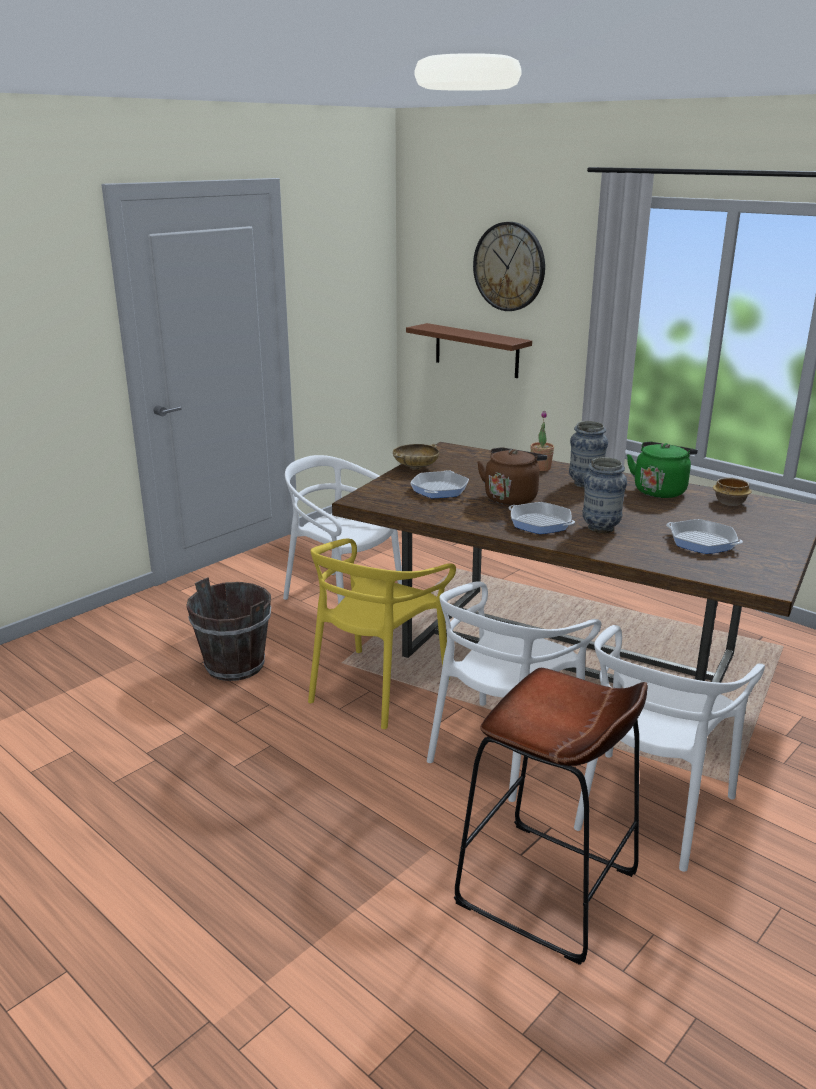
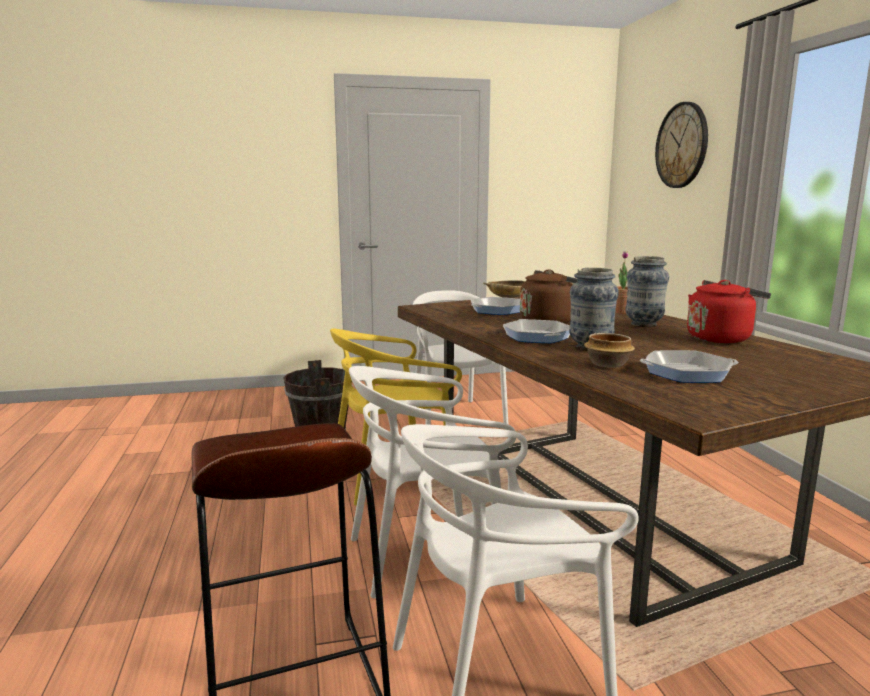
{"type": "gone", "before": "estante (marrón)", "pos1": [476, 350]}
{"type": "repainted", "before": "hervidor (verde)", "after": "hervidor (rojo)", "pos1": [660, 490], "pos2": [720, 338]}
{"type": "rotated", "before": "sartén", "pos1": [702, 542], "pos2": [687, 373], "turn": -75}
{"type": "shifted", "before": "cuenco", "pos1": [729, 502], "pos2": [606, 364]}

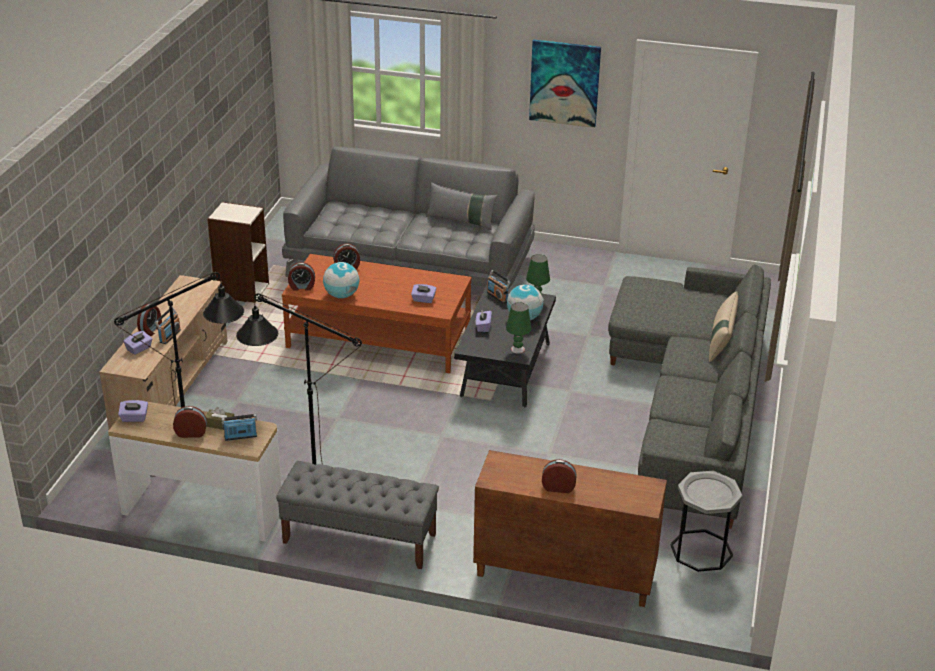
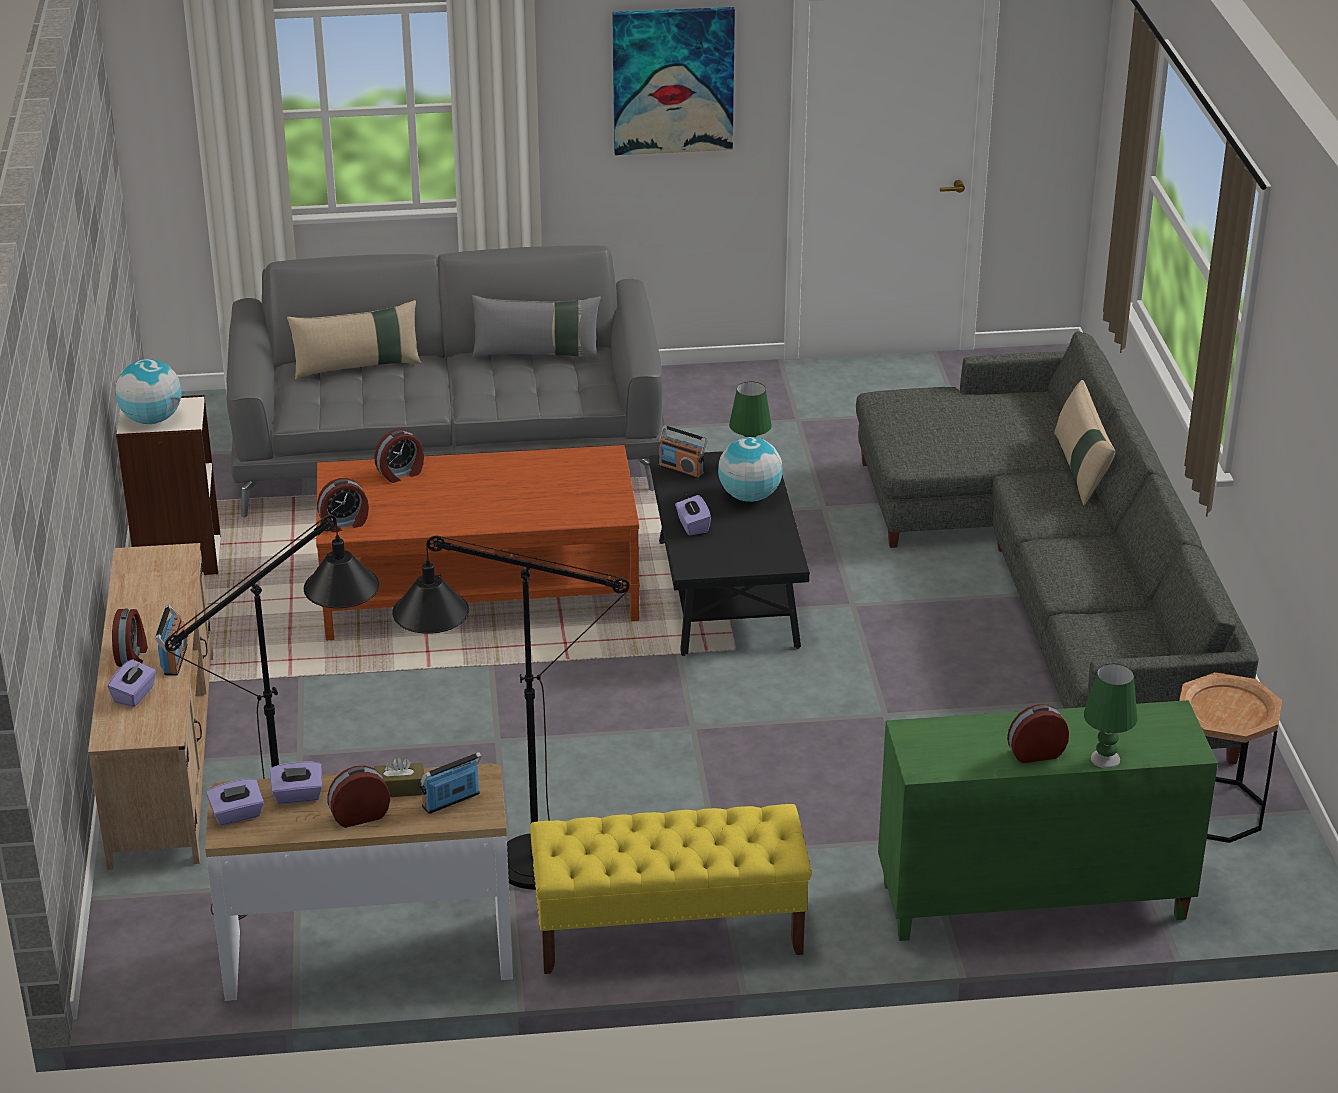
{"type": "repainted", "before": "banco (gris)", "after": "banco (amarillo)", "pos1": [359, 538], "pos2": [668, 932]}
{"type": "shifted", "before": "globo terráqueo", "pos1": [341, 295], "pos2": [151, 419]}
{"type": "shifted", "before": "caja de pañuelos (morado)", "pos1": [423, 299], "pos2": [298, 795]}
{"type": "repainted", "before": "armario (marrón)", "after": "armario (verde)", "pos1": [563, 574], "pos2": [1031, 902]}
{"type": "shifted", "before": "lámpara de mesa (verde)", "pos1": [517, 349], "pos2": [1105, 759]}
{"type": "repainted", "before": "mesa auxiliar (gris)", "after": "mesa auxiliar (marrón)", "pos1": [701, 550], "pos2": [1214, 809]}
{"type": "new", "after": "cojín (beis)", "pos2": [357, 366]}

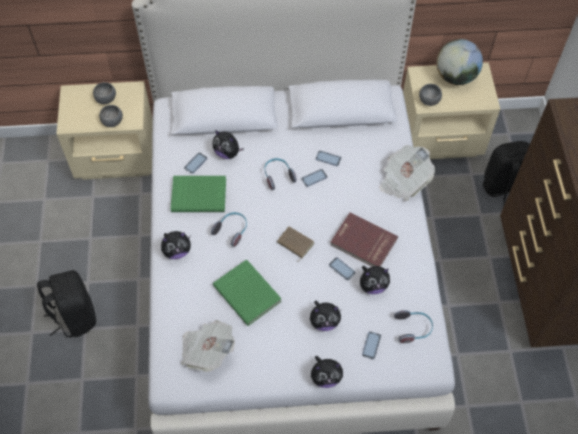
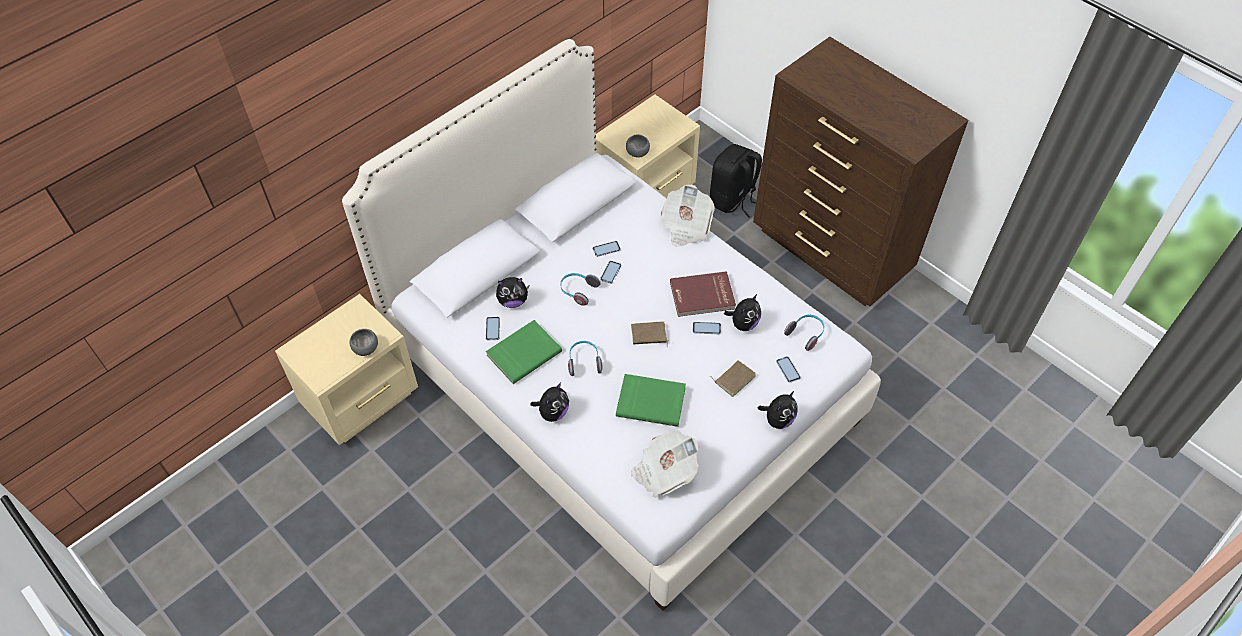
{"type": "gone", "before": "mochila (negro)", "pos1": [74, 316]}
{"type": "gone", "before": "cuenco (gris)", "pos1": [106, 98]}
{"type": "swapped", "before": "peluche", "after": "libro (marrón)", "pos1": [324, 321], "pos2": [734, 378]}
{"type": "gone", "before": "globo terráqueo", "pos1": [455, 77]}

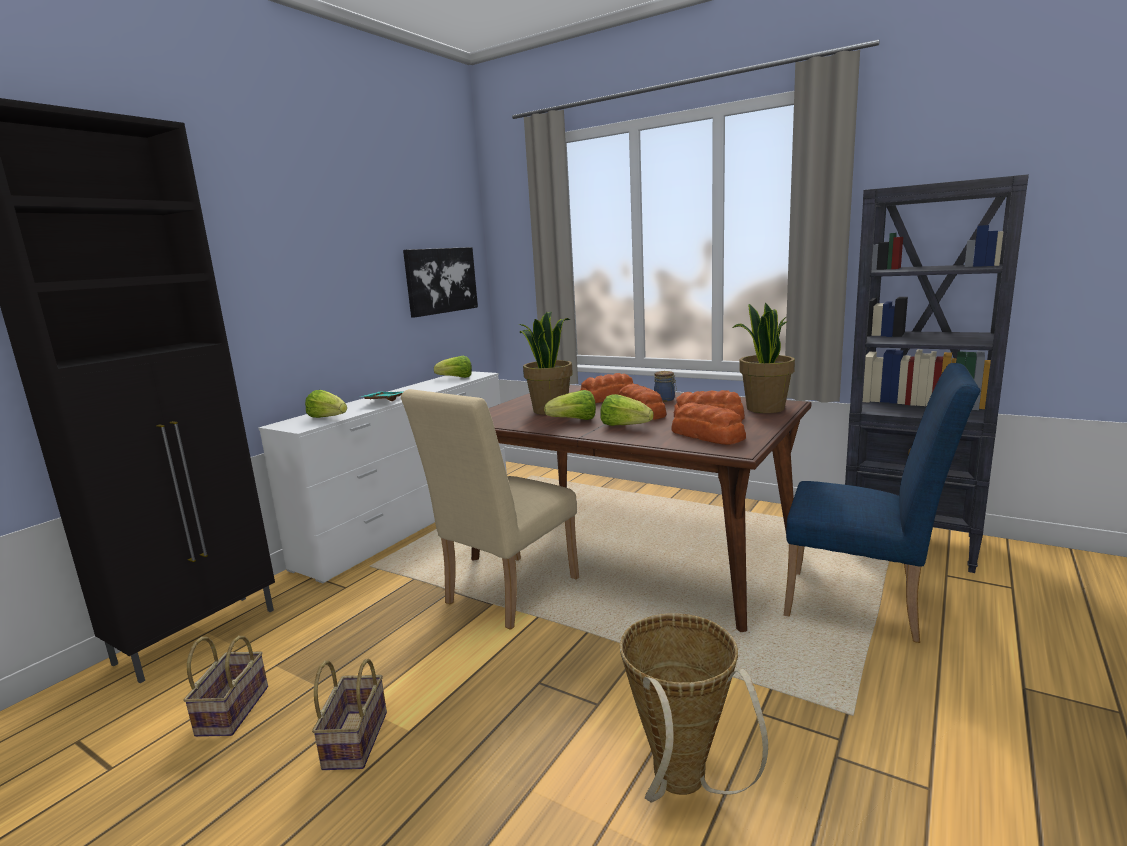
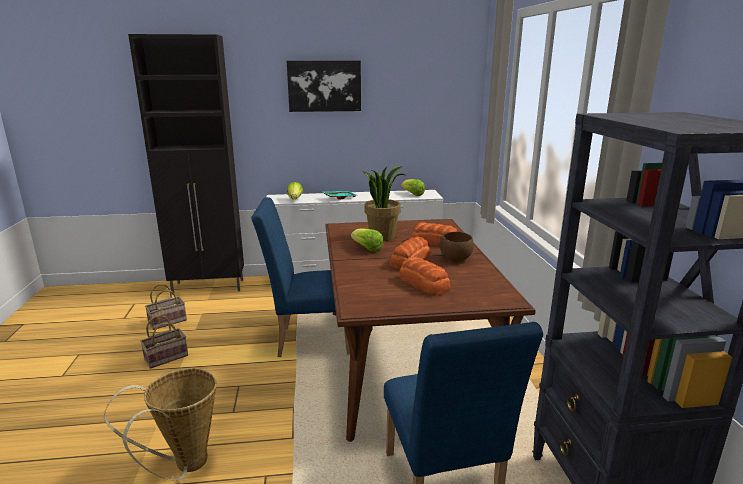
{"type": "repainted", "before": "silla (beis)", "after": "silla (azul)", "pos1": [505, 595], "pos2": [308, 340]}
{"type": "shifted", "before": "cuadro", "pos1": [440, 280], "pos2": [324, 86]}
{"type": "gone", "before": "lechuga", "pos1": [624, 426]}
{"type": "swapped", "before": "tarro", "after": "cuenco (marrón)", "pos1": [665, 399], "pos2": [456, 259]}
{"type": "gone", "before": "pan", "pos1": [708, 436]}
{"type": "gone", "before": "planta en maceta", "pos1": [764, 408]}

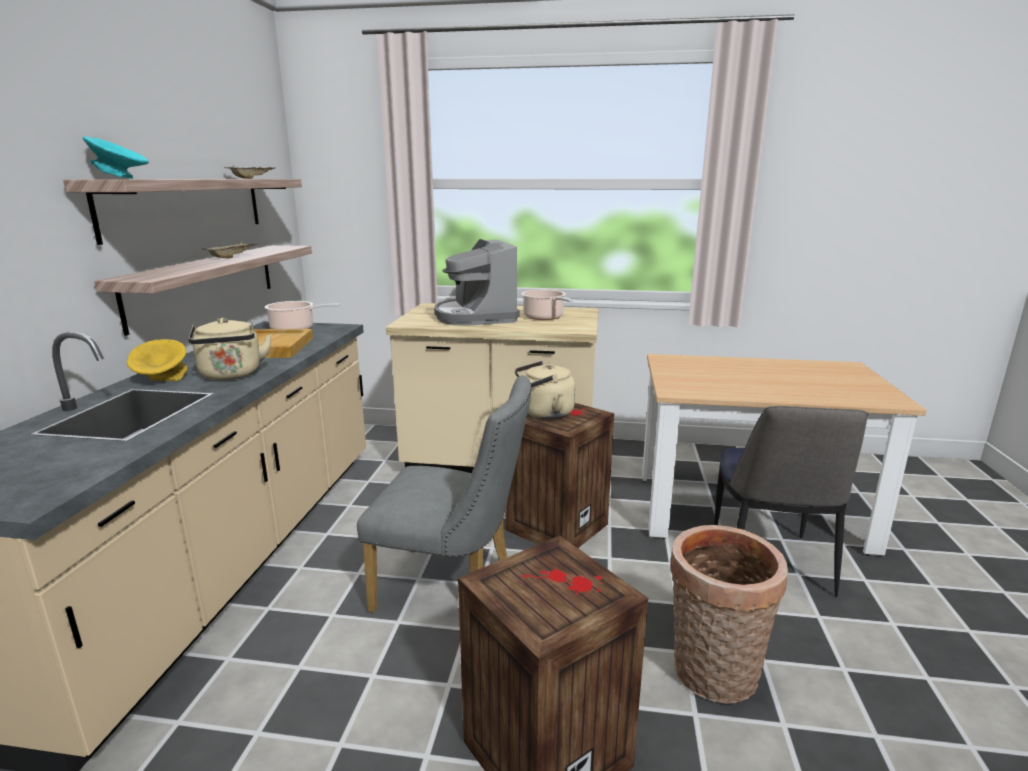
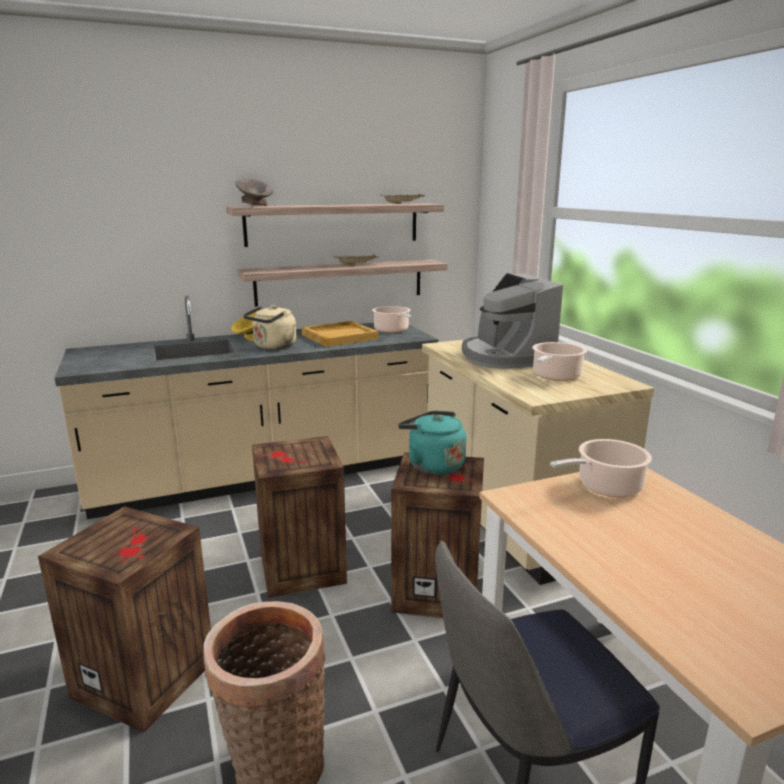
{"type": "repainted", "before": "cuenco (turquesa)", "after": "cuenco (gris)", "pos1": [121, 179], "pos2": [256, 206]}
{"type": "swapped", "before": "silla (gris)", "after": "caja de embalaje", "pos1": [454, 589], "pos2": [300, 569]}
{"type": "rotated", "before": "cafetera", "pos1": [476, 316], "pos2": [505, 357], "turn": -60}
{"type": "repainted", "before": "hervidor (beis)", "after": "hervidor (turquesa)", "pos1": [544, 414], "pos2": [432, 465]}
{"type": "new", "after": "olla", "pos2": [606, 487]}

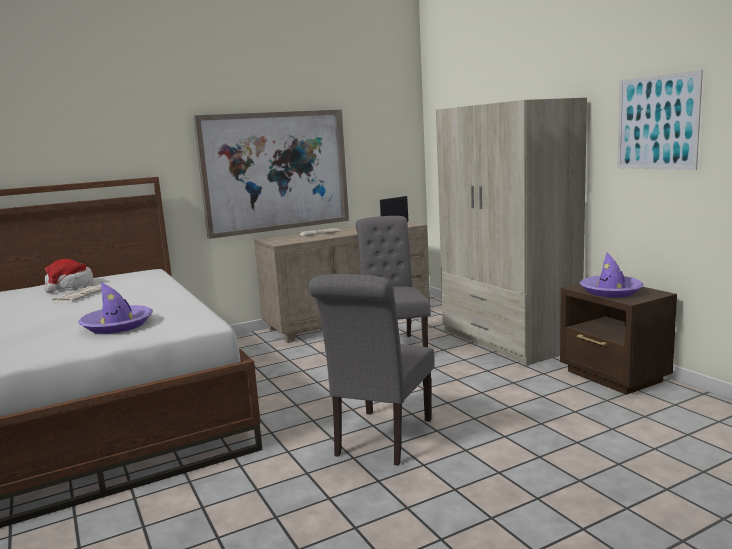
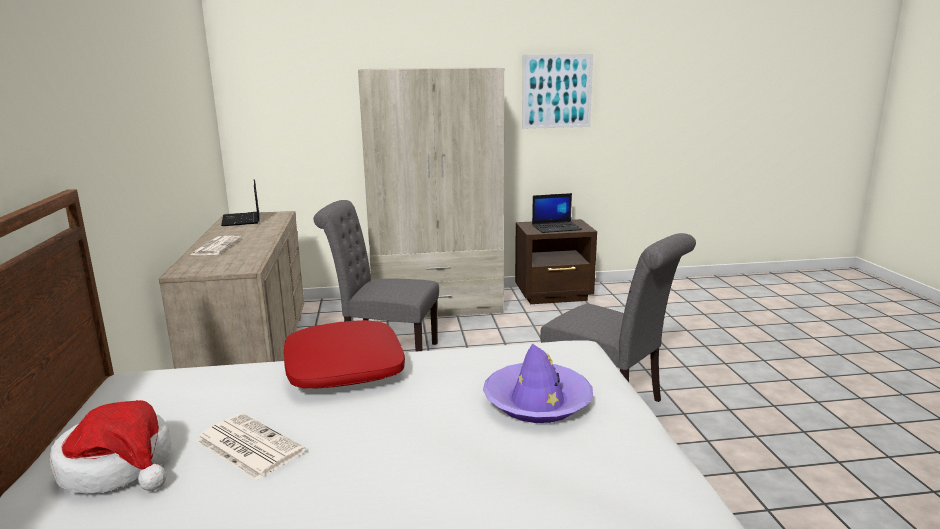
{"type": "gone", "before": "cuadro", "pos1": [275, 171]}
{"type": "swapped", "before": "sombrero (morado)", "after": "portátil", "pos1": [611, 291], "pos2": [556, 228]}
{"type": "new", "after": "cojín (rojo)", "pos2": [343, 369]}

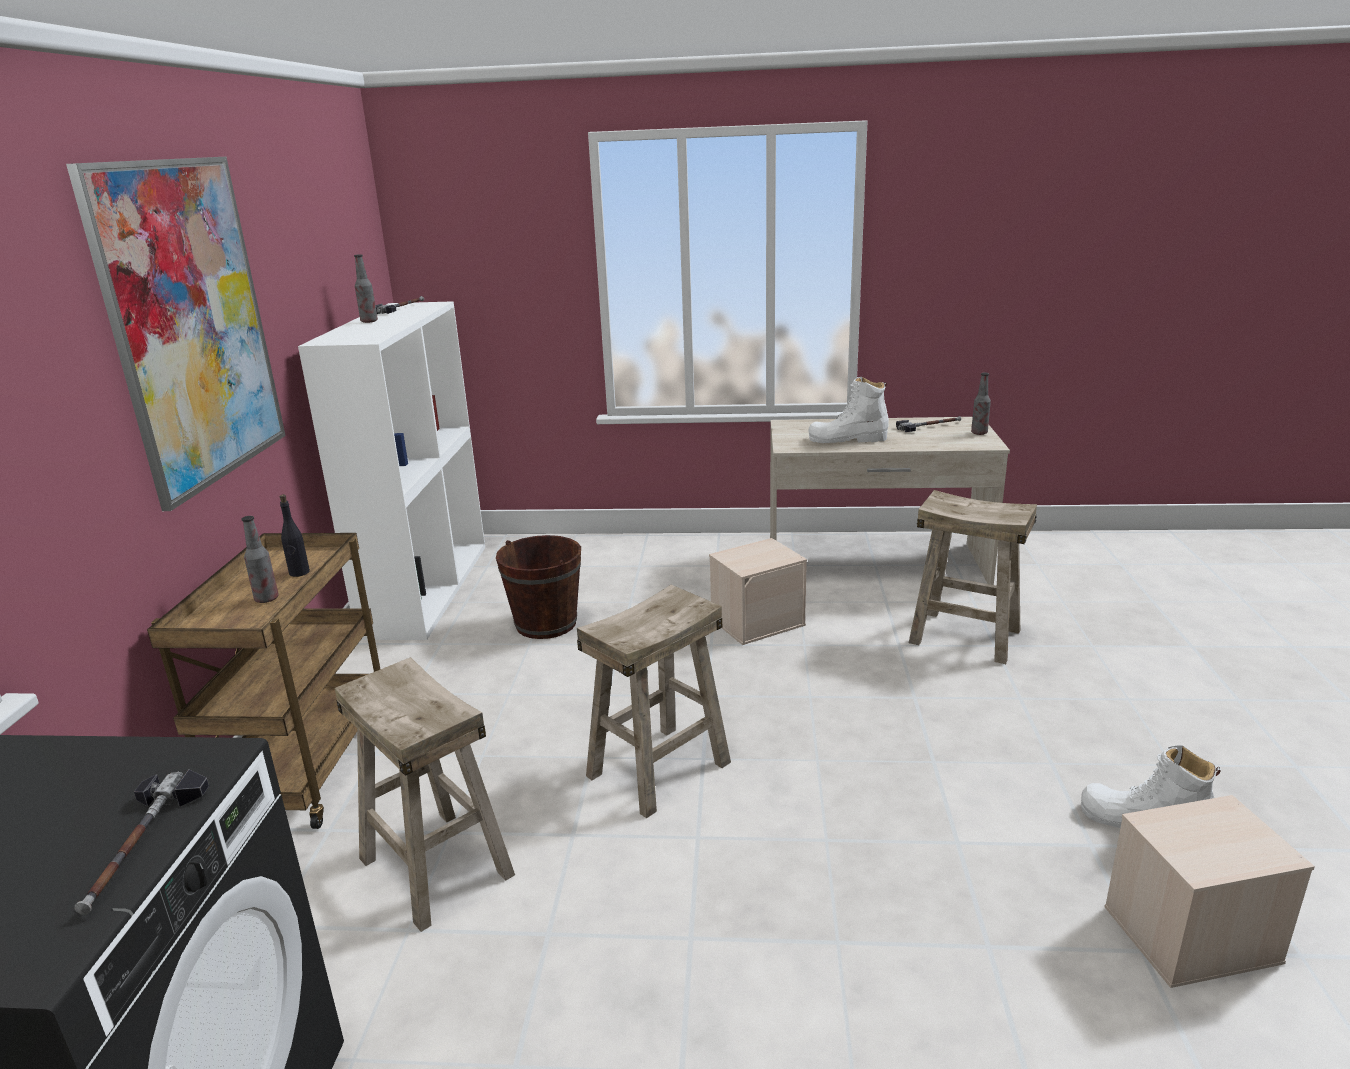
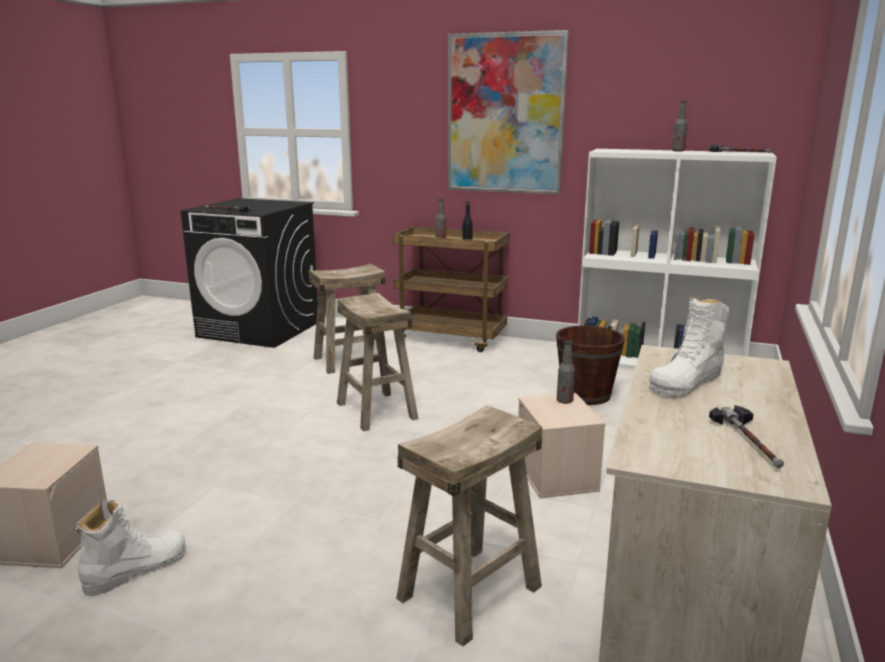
{"type": "rotated", "before": "bota (blanco)", "pos1": [847, 439], "pos2": [687, 381], "turn": -150}
{"type": "shifted", "before": "botella", "pos1": [979, 433], "pos2": [564, 401]}

